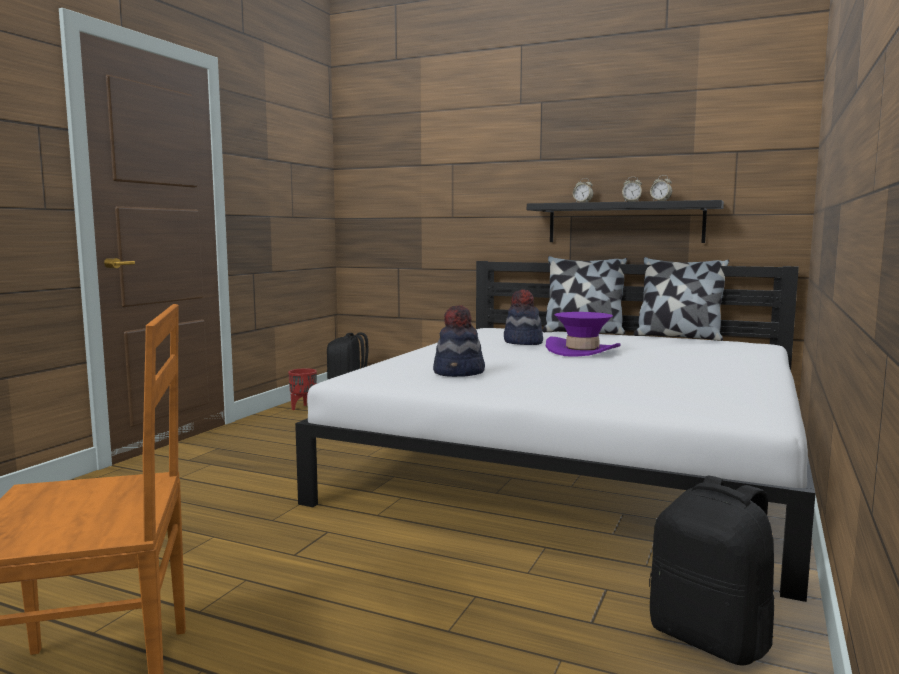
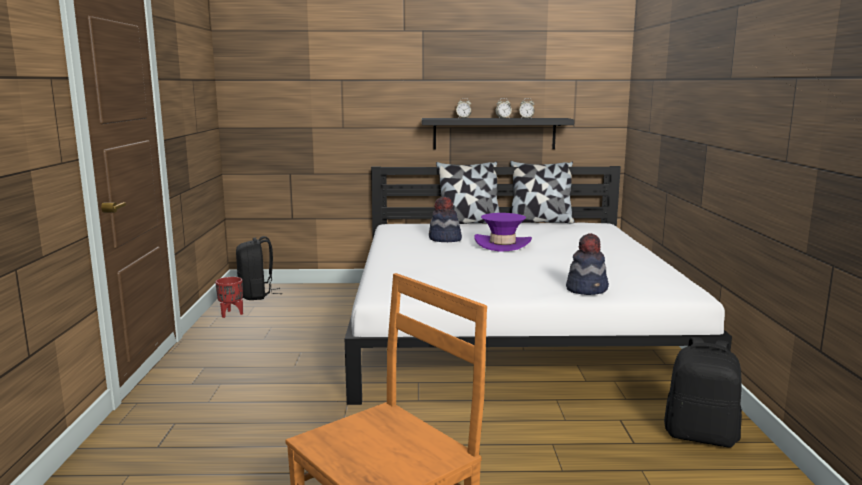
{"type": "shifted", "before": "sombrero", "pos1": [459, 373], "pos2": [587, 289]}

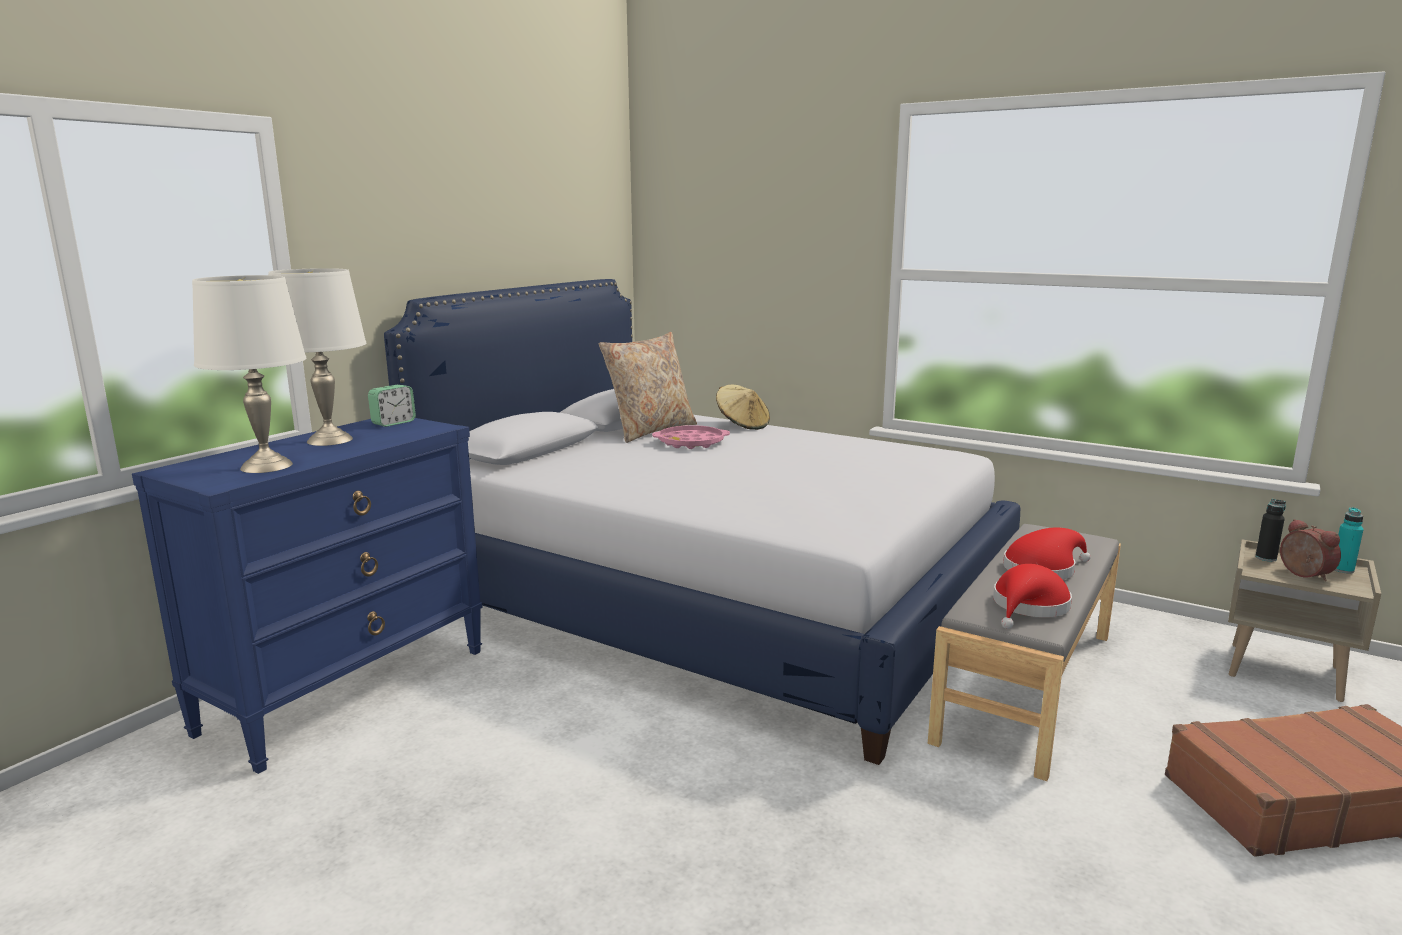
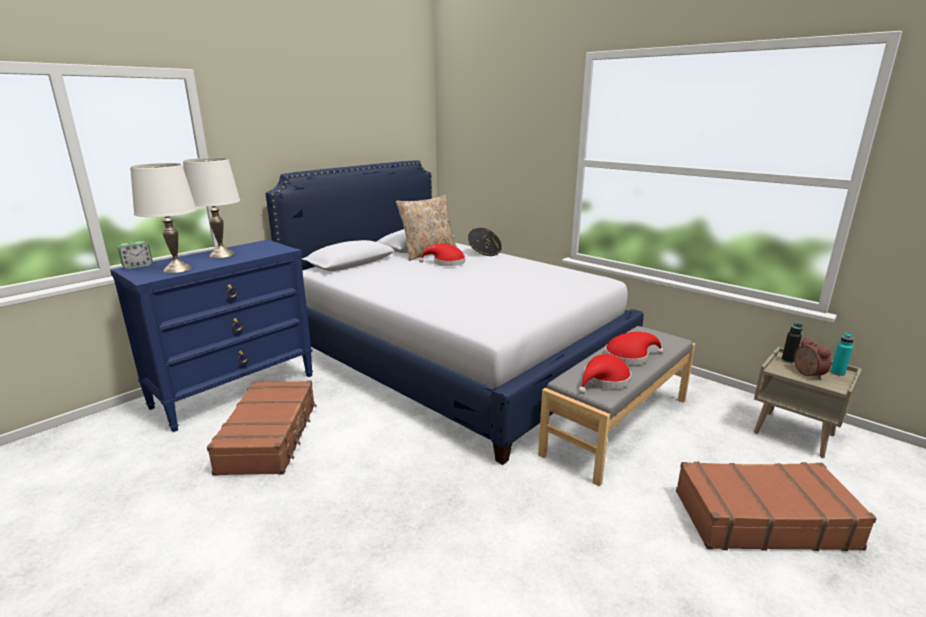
{"type": "shifted", "before": "despertador", "pos1": [393, 423], "pos2": [138, 266]}
{"type": "swapped", "before": "bandeja (rosa)", "after": "sombrero (rojo)", "pos1": [691, 443], "pos2": [446, 263]}
{"type": "repainted", "before": "sombrero (beis)", "after": "sombrero (negro)", "pos1": [742, 425], "pos2": [484, 253]}
{"type": "new", "after": "maleta (marrón)", "pos2": [270, 437]}

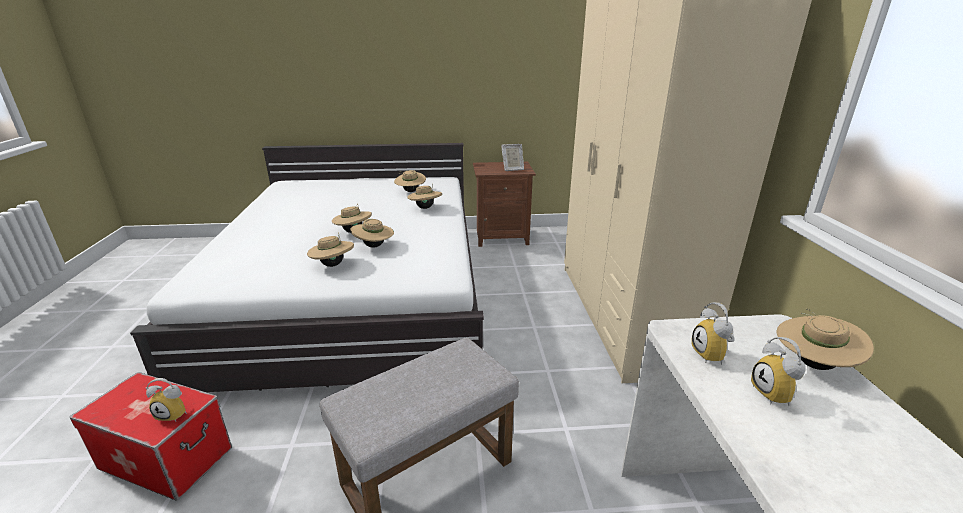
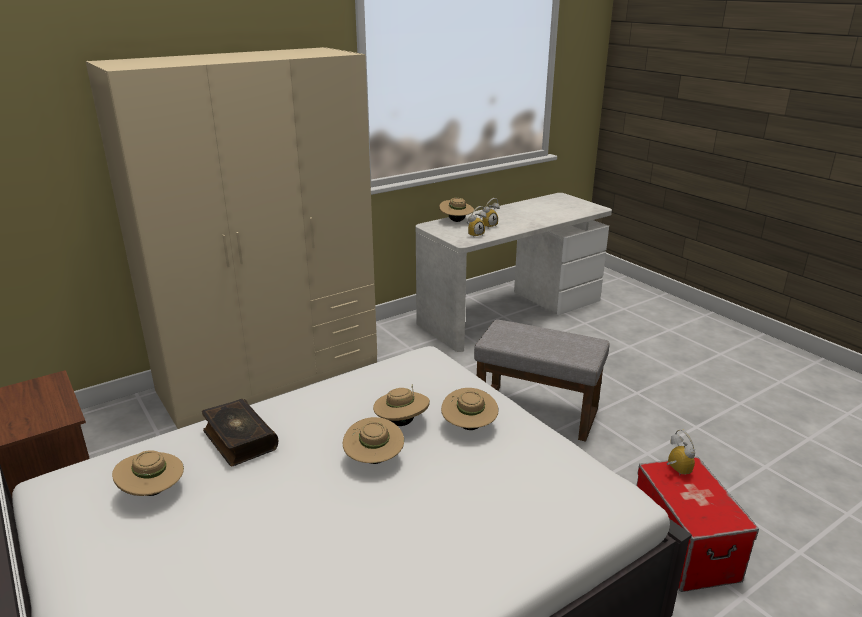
{"type": "swapped", "before": "sombrero (beis)", "after": "libro", "pos1": [425, 208], "pos2": [239, 440]}
{"type": "gone", "before": "portarretratos", "pos1": [512, 169]}

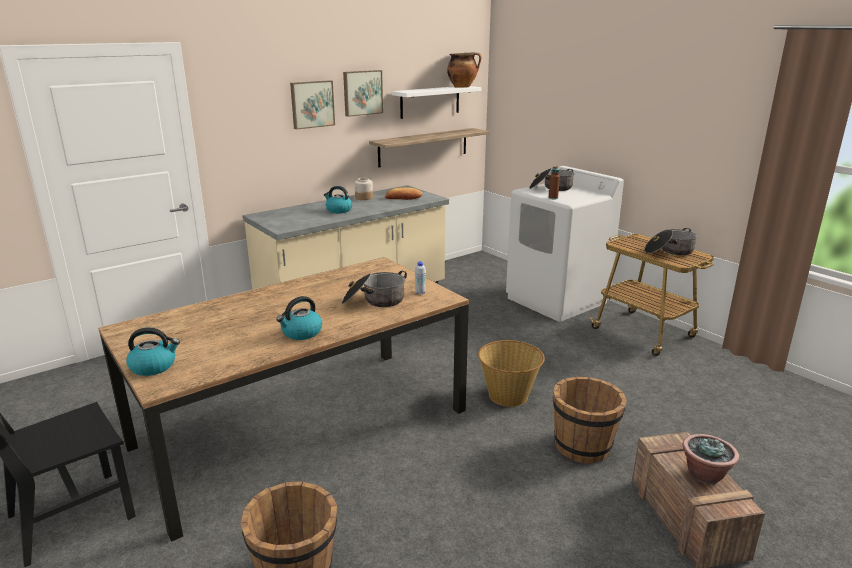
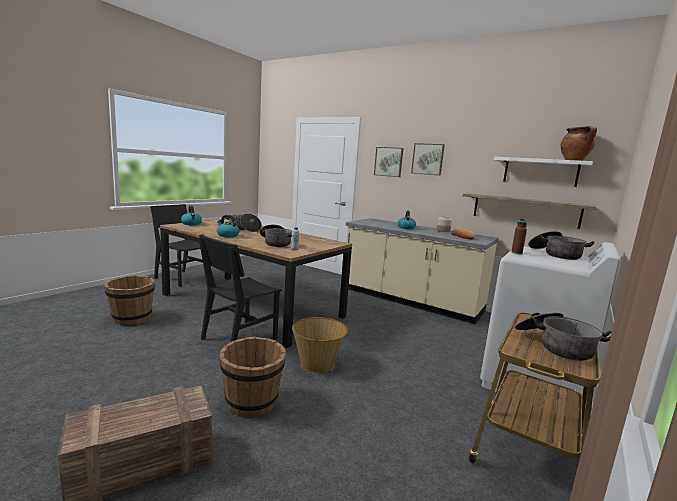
{"type": "shifted", "before": "cuadro", "pos1": [362, 92], "pos2": [389, 162]}
{"type": "gone", "before": "planta en maceta", "pos1": [705, 475]}
{"type": "new", "after": "silla (negro)", "pos2": [239, 338]}
{"type": "new", "after": "olla", "pos2": [244, 229]}

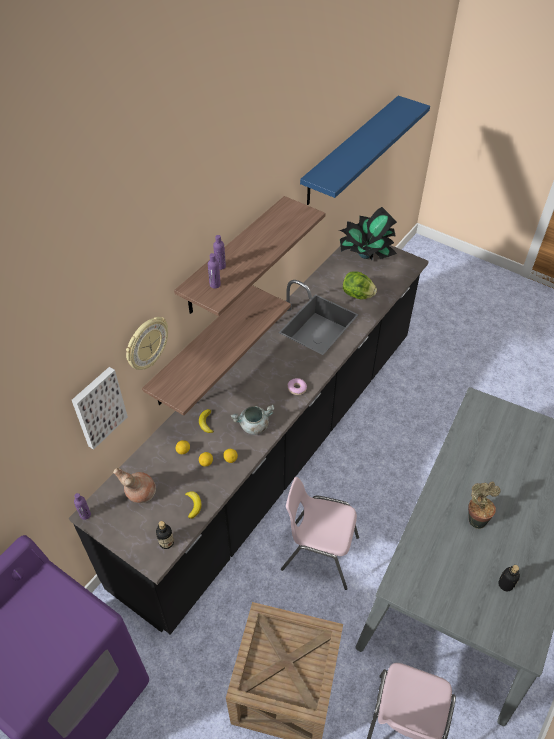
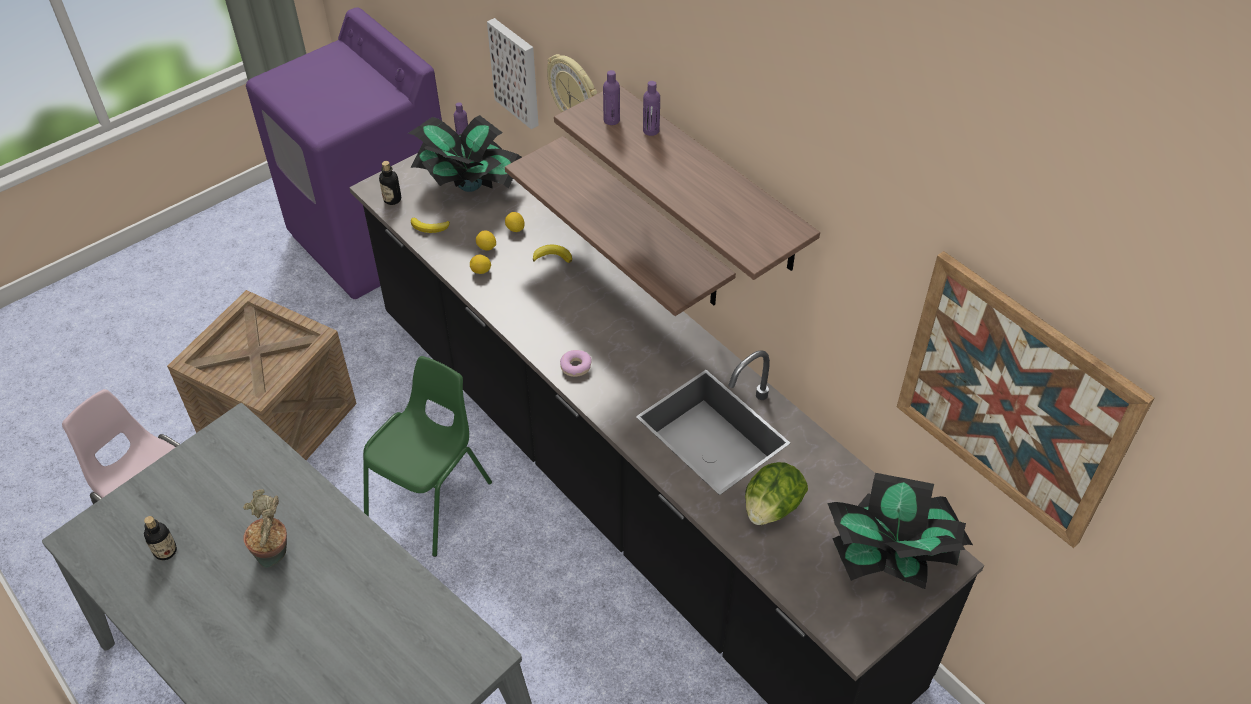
{"type": "swapped", "before": "florero (marrón)", "after": "planta en maceta", "pos1": [140, 494], "pos2": [468, 184]}
{"type": "gone", "before": "olla (gris)", "pos1": [253, 426]}
{"type": "repainted", "before": "silla (rosa)", "after": "silla (verde)", "pos1": [319, 553], "pos2": [431, 500]}
{"type": "swapped", "before": "estante (azul)", "after": "cuadro", "pos1": [351, 150], "pos2": [1012, 400]}

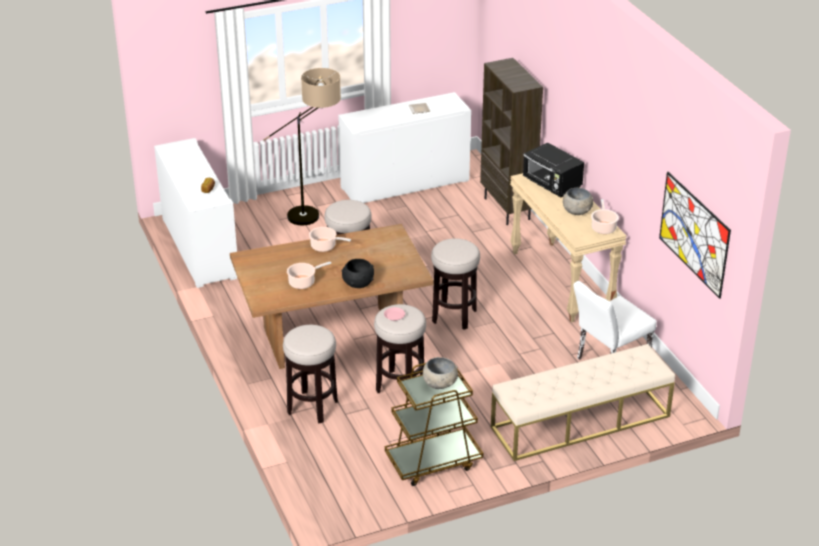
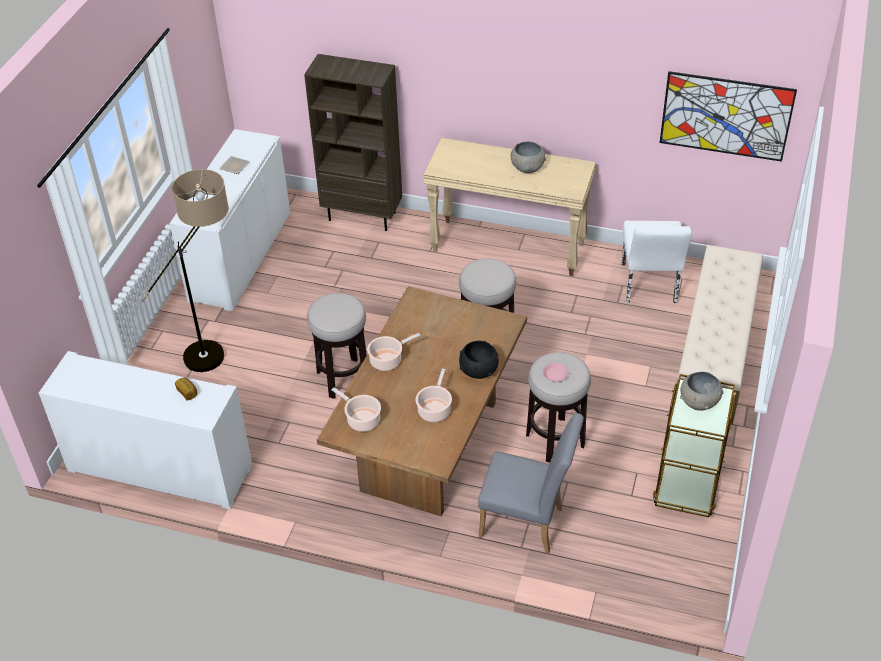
{"type": "swapped", "before": "taburete", "after": "silla (gris)", "pos1": [312, 407], "pos2": [527, 524]}
{"type": "gone", "before": "microondas (negro)", "pos1": [552, 185]}
{"type": "shifted", "before": "olla", "pos1": [603, 227], "pos2": [361, 419]}

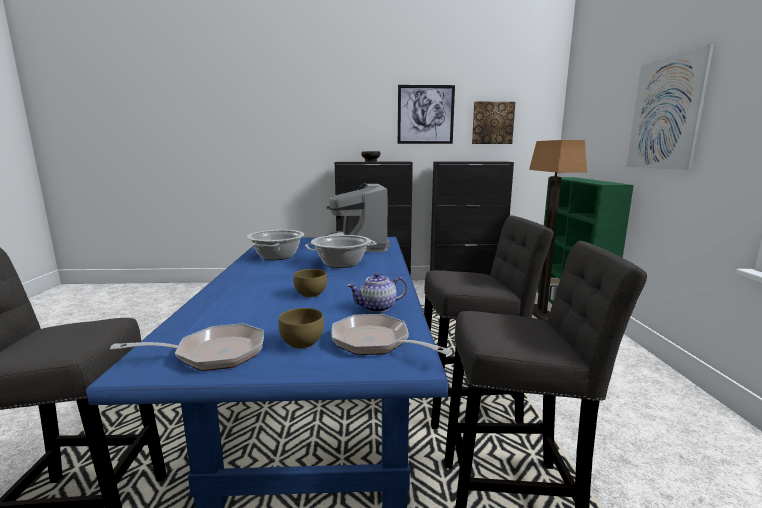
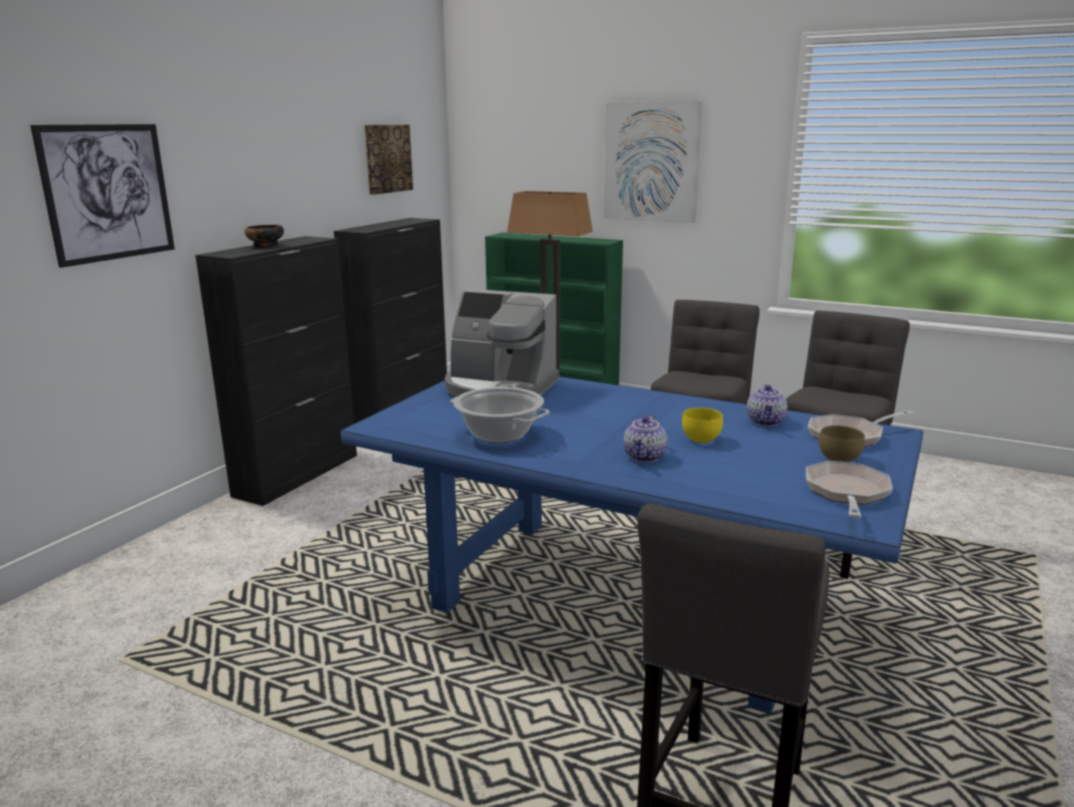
{"type": "repainted", "before": "cuenco (marrón)", "after": "cuenco (amarillo)", "pos1": [311, 294], "pos2": [700, 439]}
{"type": "gone", "before": "olla", "pos1": [341, 263]}
{"type": "shifted", "before": "cuadro", "pos1": [425, 114], "pos2": [108, 192]}
{"type": "new", "after": "tetera", "pos2": [645, 457]}

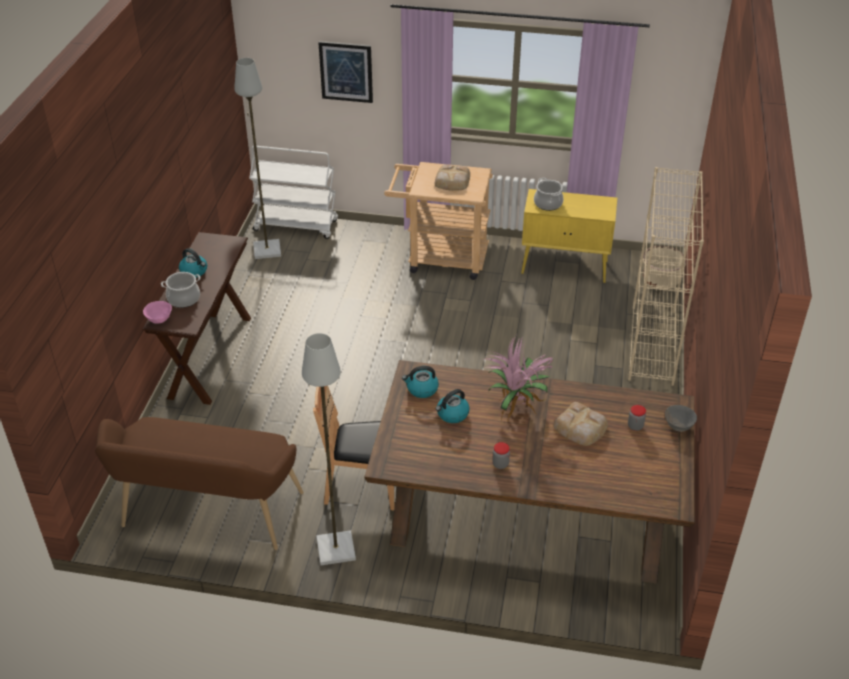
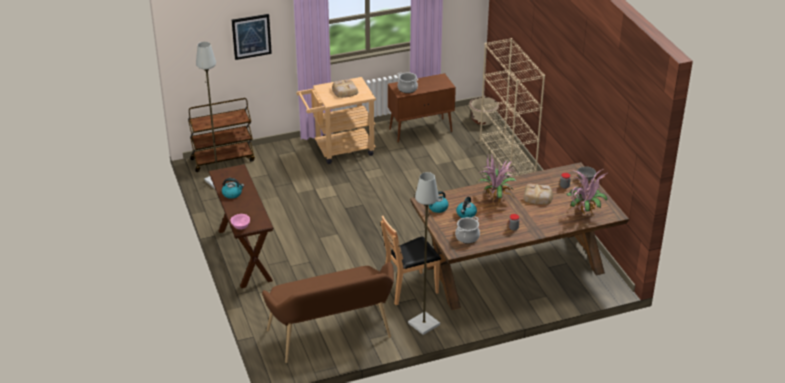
{"type": "shifted", "before": "olla", "pos1": [184, 299], "pos2": [467, 237]}
{"type": "repainted", "before": "carrito (blanco)", "after": "carrito (marrón)", "pos1": [297, 225], "pos2": [223, 159]}
{"type": "repainted", "before": "armario (amarillo)", "after": "armario (marrón)", "pos1": [565, 267], "pos2": [421, 130]}
{"type": "new", "after": "planta en maceta", "pos2": [583, 213]}

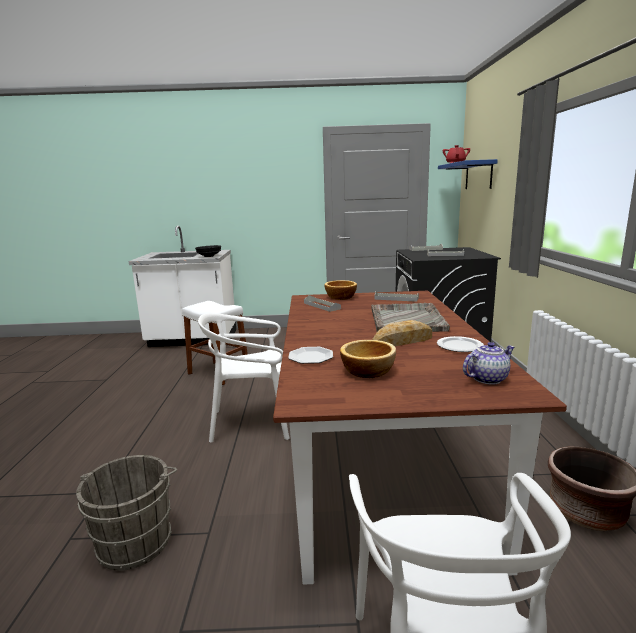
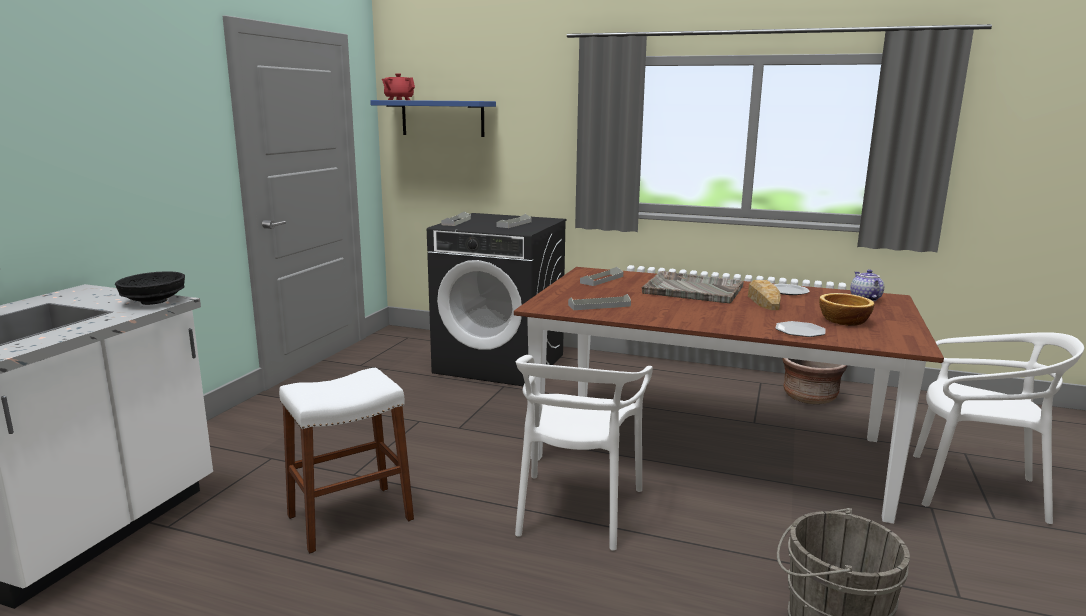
{"type": "gone", "before": "cuenco", "pos1": [340, 297]}

